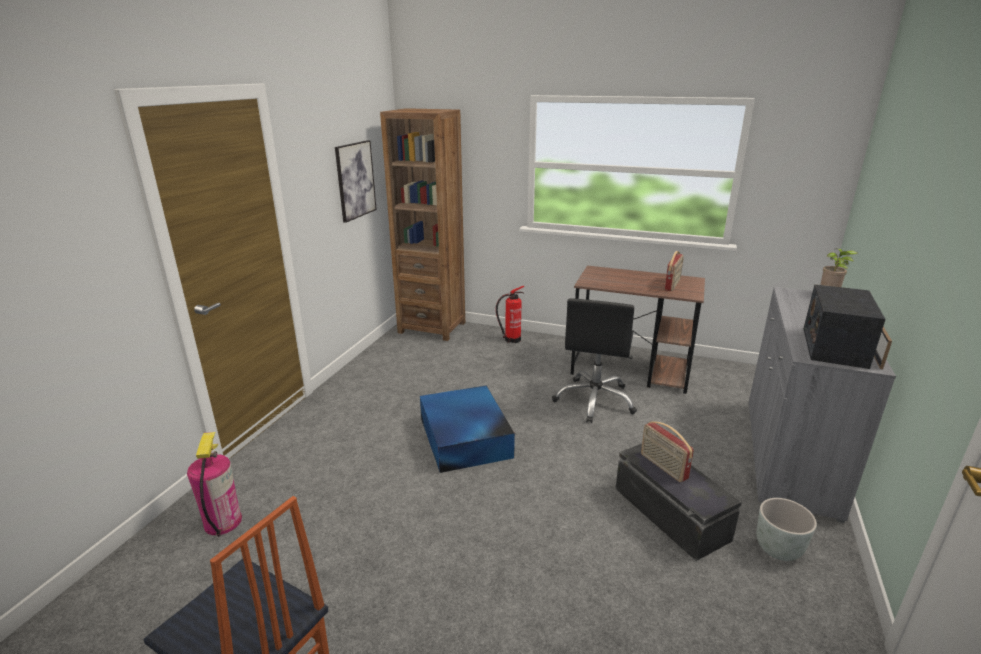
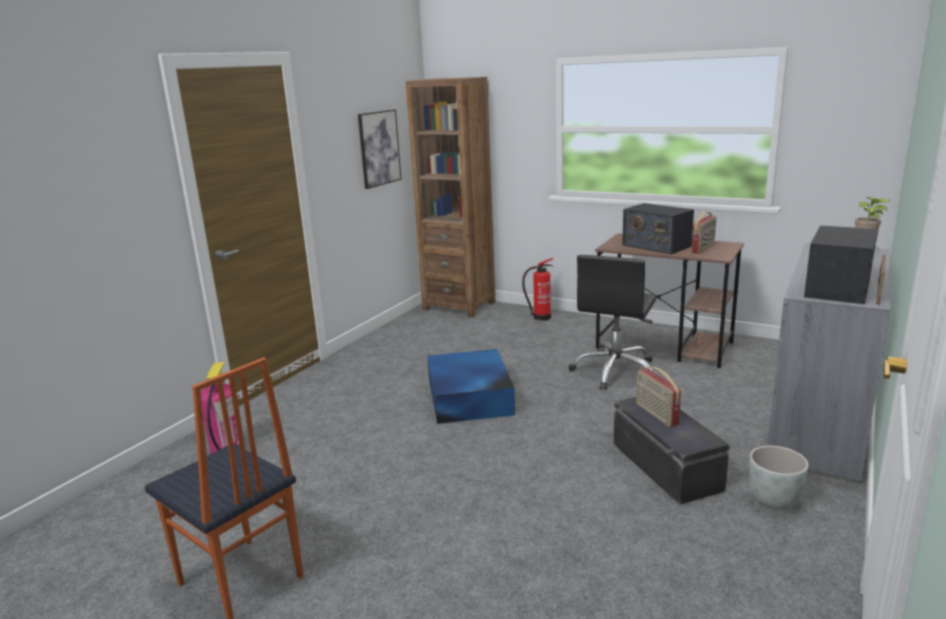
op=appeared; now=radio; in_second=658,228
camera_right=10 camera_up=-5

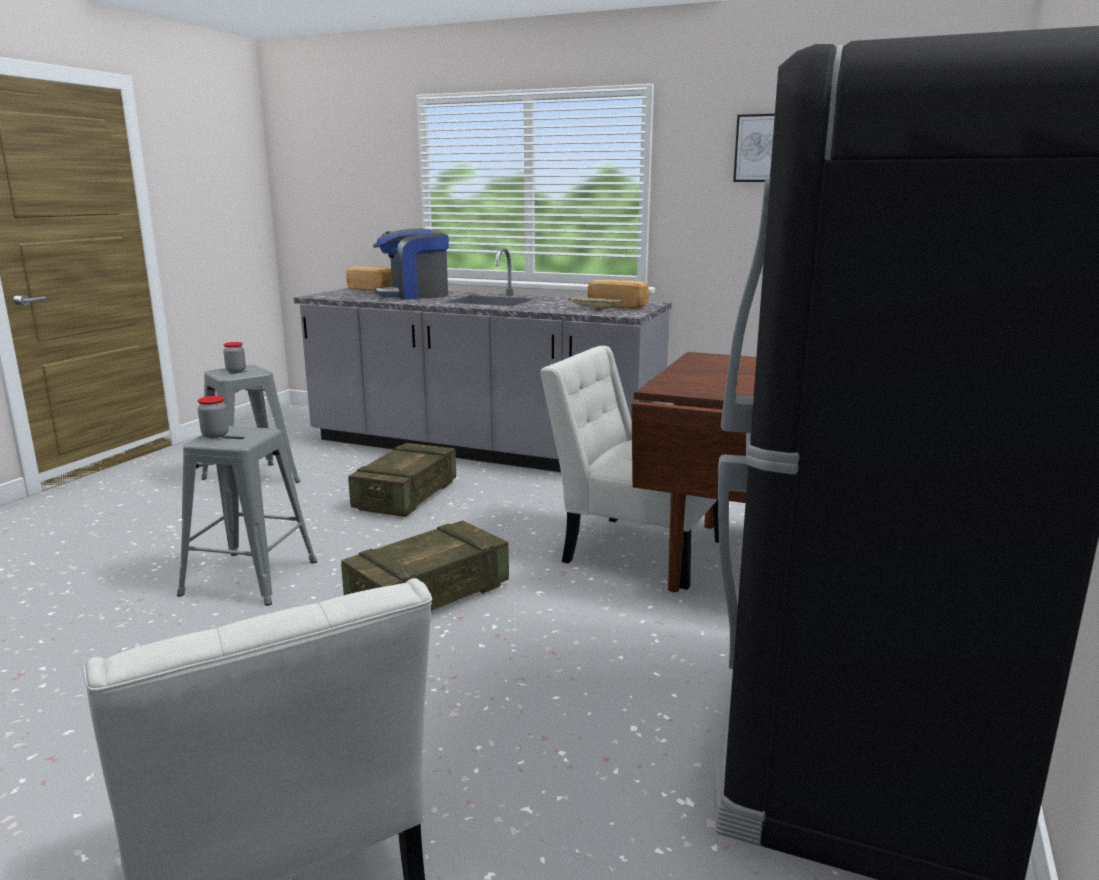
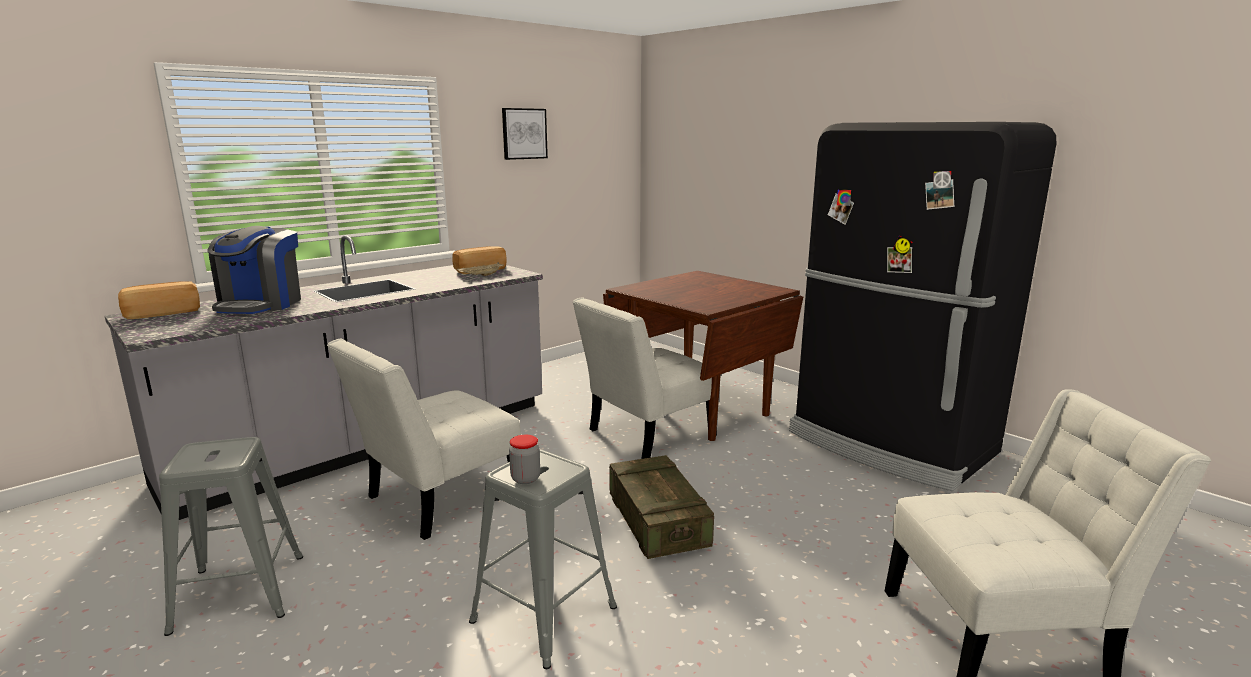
op=missing; was=jar; in_first=234,357
op=exchanged; was=crate; now=white_chair; in_first=402,480; in_second=424,439
camera_right=-65 camera_up=0

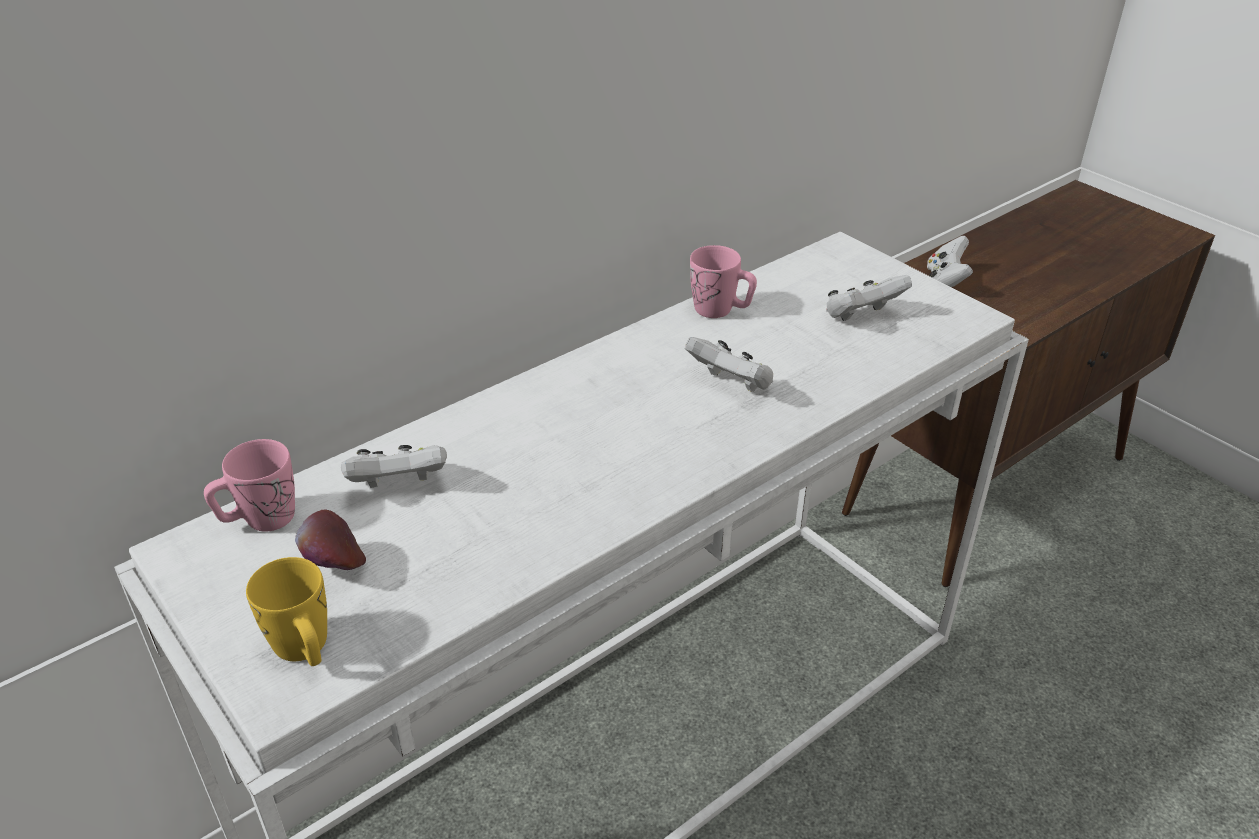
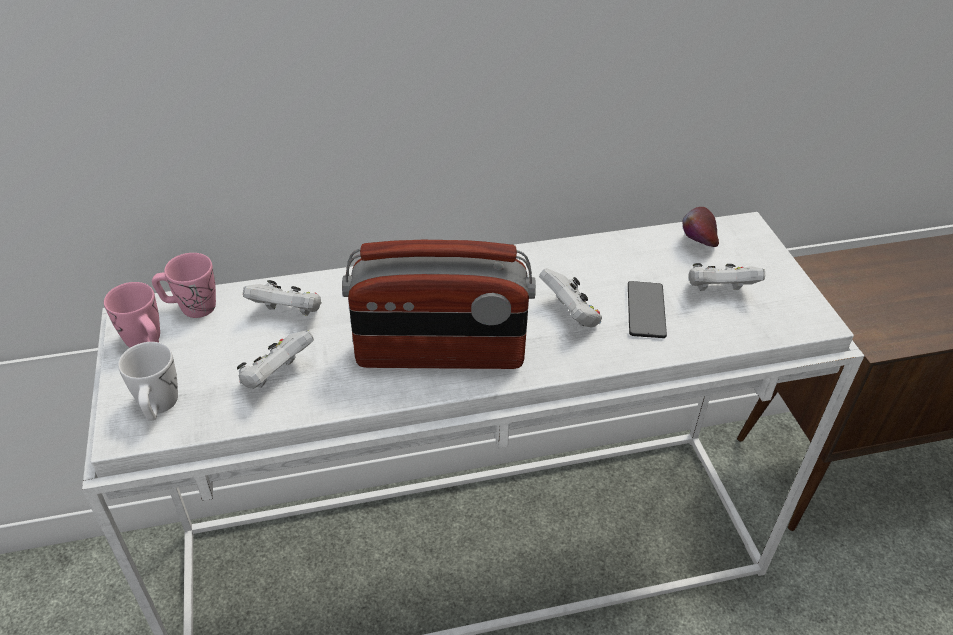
op=colour; was=yellow_mug; now=white_mug; in_first=286,611; in_second=148,381
op=relocated; was=apple; in_first=330,540; in_second=701,227
op=relocated; was=pink_mug; in_first=723,281; in_second=132,315
op=relocated; was=white_game_controller; in_first=950,261; in_second=275,359
op=appeared; now=radio; in_second=439,304
op=appeared; now=phone; in_second=647,309
camera_right=25 camera_up=5

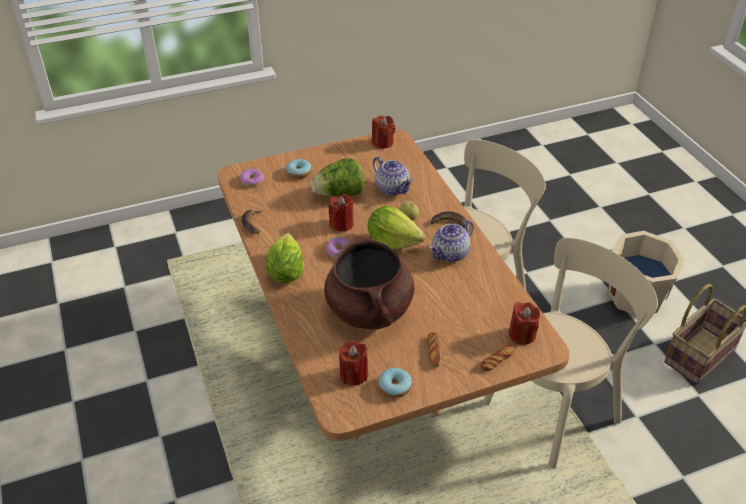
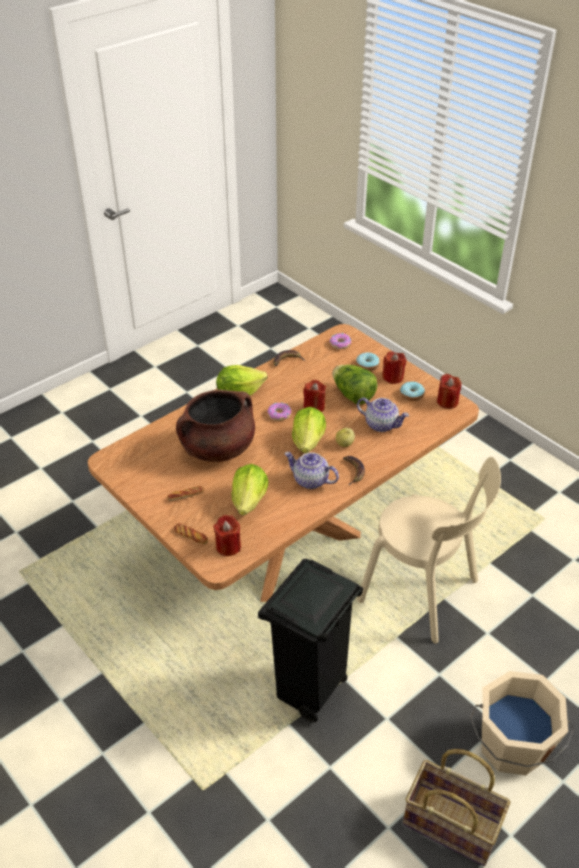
op=relocated; was=red_candle; in_first=353,363; in_second=394,367
op=spun; was=teapot; in_first=393,176; in_second=383,415; clockwise=-90
op=relocated; was=donut; in_first=395,383; in_second=412,391
op=exchanged; was=beige_chair; now=black_trash_can; in_first=570,353; in_second=310,640
op=appeared; now=lettuce; in_second=249,489
camera_right=70 camera_up=0

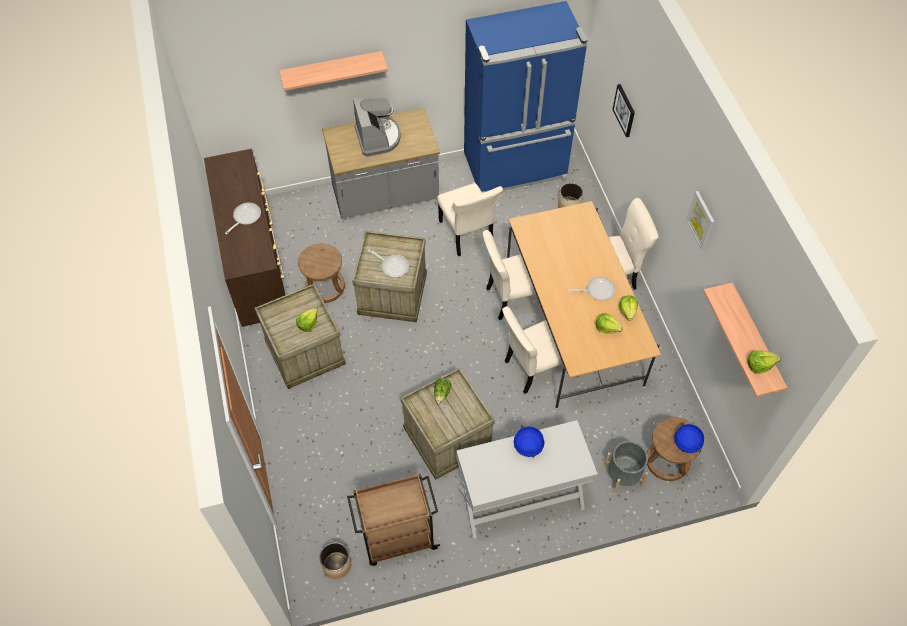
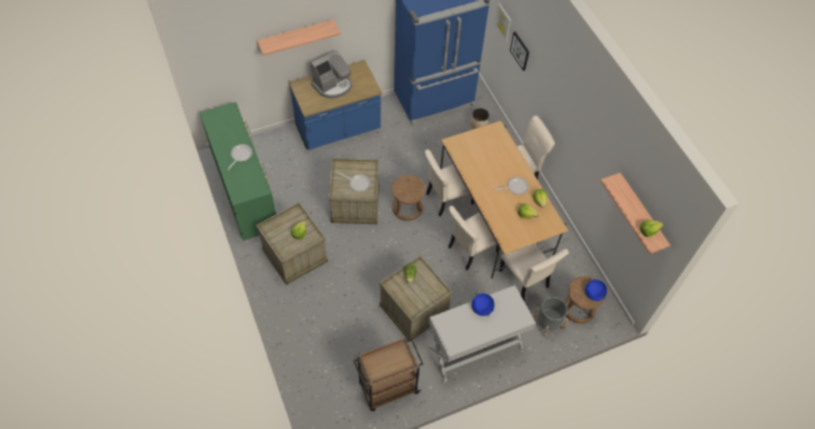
op=colour; was=brown_dresser; now=green_dresser; in_first=244,238; in_second=238,171
op=relocated; was=brown_stool; in_first=321,273; in_second=408,198
op=missing; was=planter; in_first=335,560
op=colour; was=grey_counter; now=blue_counter; in_first=381,163; in_second=335,105
op=spun; was=coffee_machine; in_first=376,127; in_second=331,74; clockwise=75
op=relocated; was=beige_chair; in_first=470,219; in_second=534,272
op=relocated; was=picture; in_first=700,220; in_second=502,22
camera_right=-10 camera_up=0

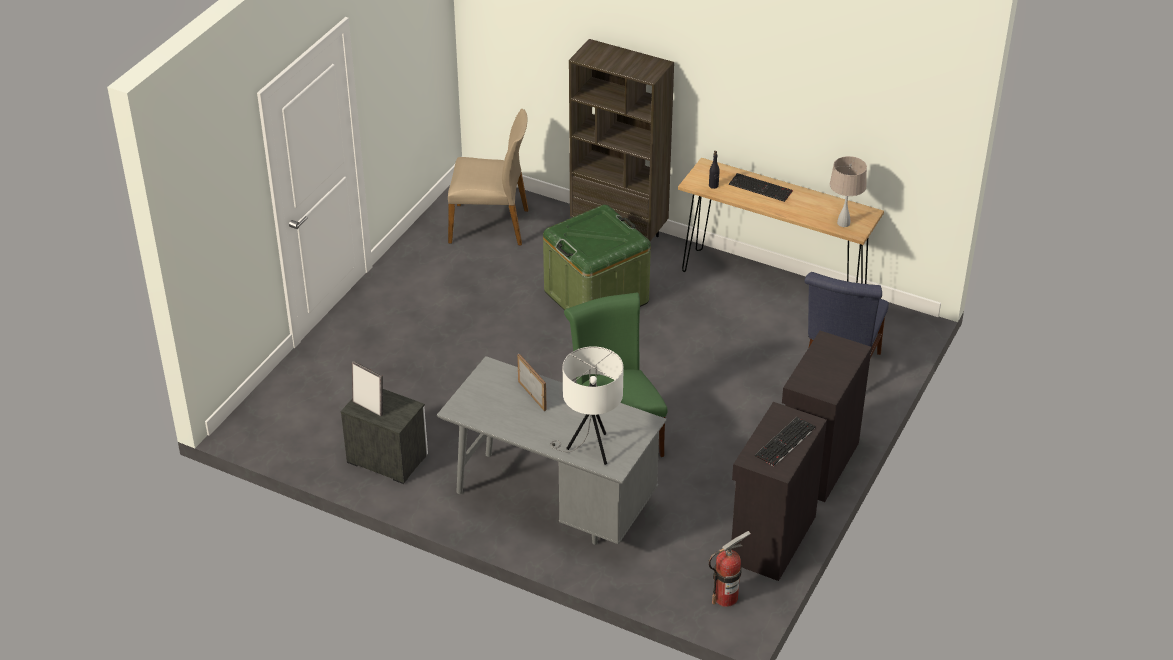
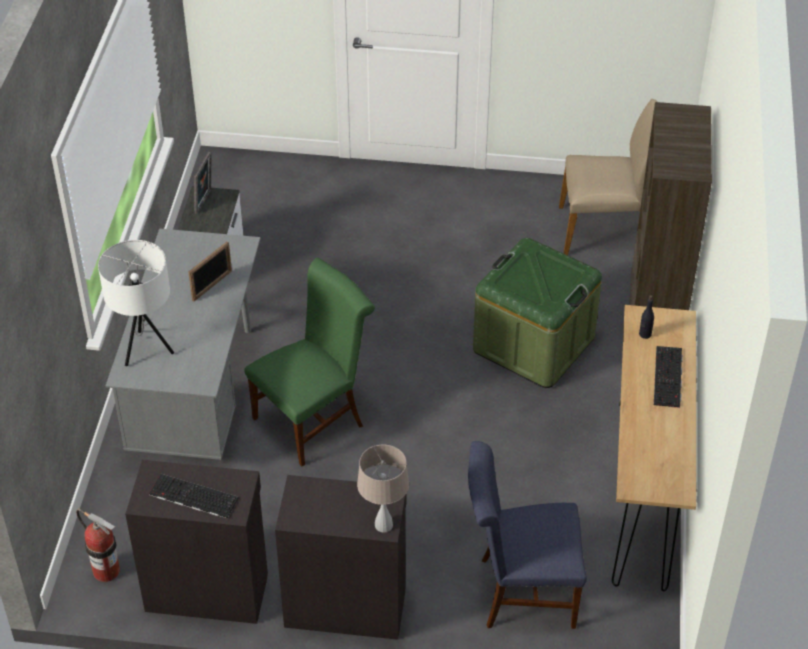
op=spun; was=beige_chair; in_first=488,177; in_second=608,177; clockwise=-75
op=relocated; was=beige_table_lamp; in_first=848,191; in_second=383,489
camera_right=70 camera_up=5

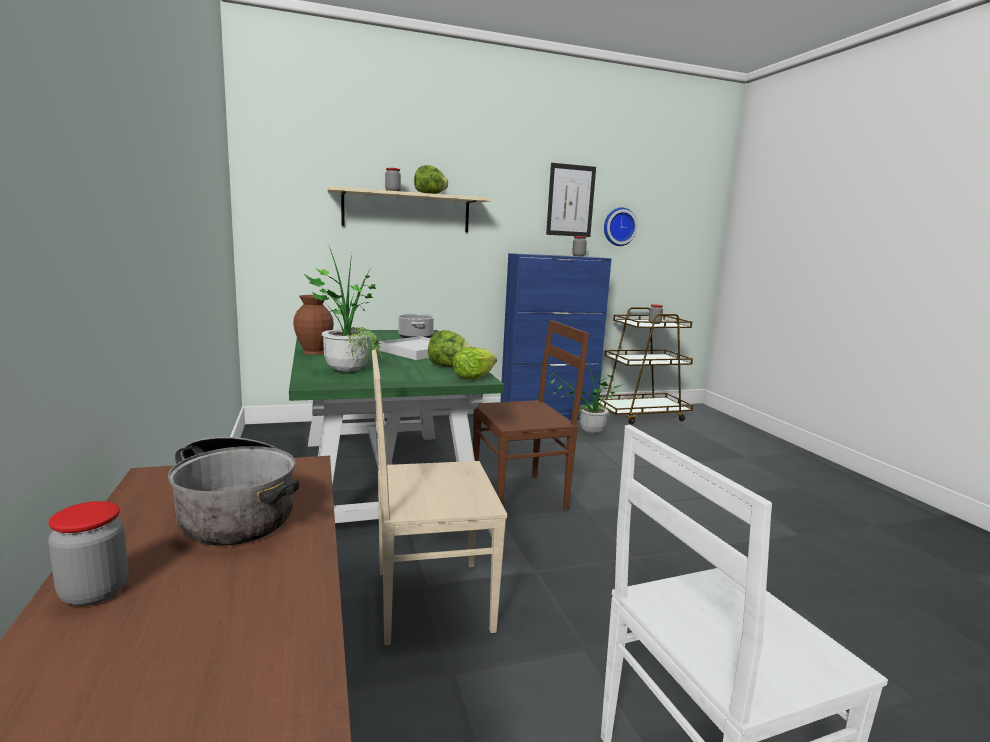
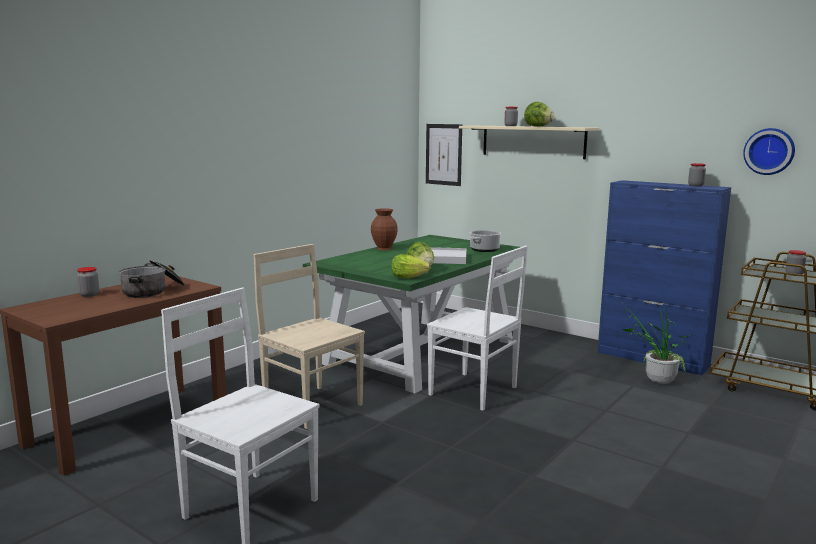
op=missing; was=potted_plant; in_first=343,309
op=colour; was=brown_chair; now=white_chair; in_first=531,415; in_second=477,328
op=relocated; was=picture; in_first=571,200; in_second=444,155
camera_right=55 camera_up=0

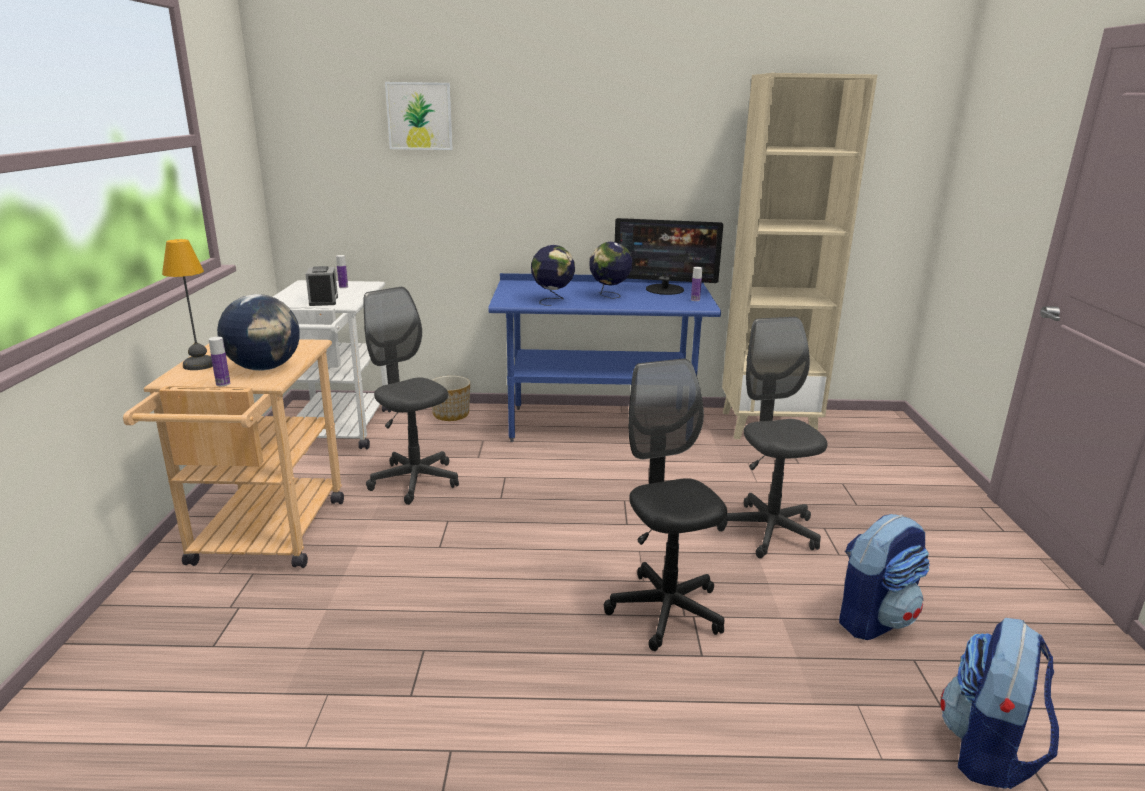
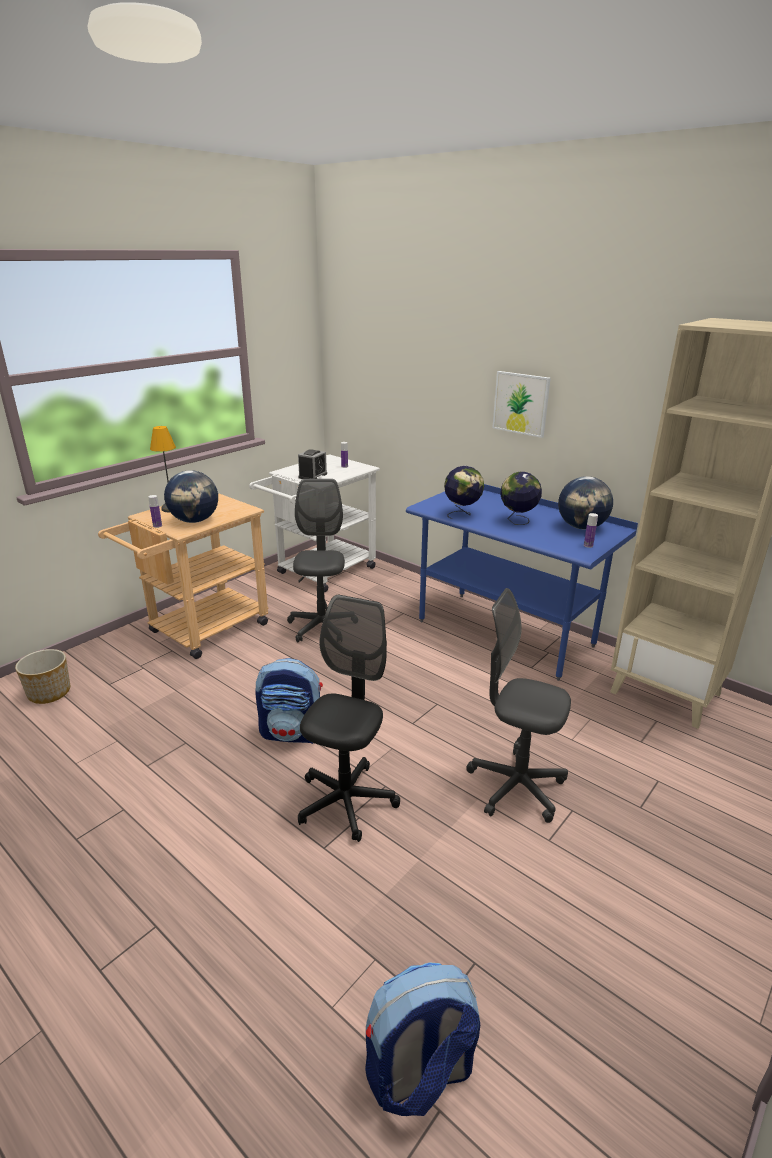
op=relocated; was=picture; in_first=419,116; in_second=521,404
op=relocated; was=planter; in_first=451,398; in_second=42,676
op=exchanged; was=monitor; now=globe; in_first=669,256; in_second=585,502
op=spun; was=grey_office_chair; in_first=772,438; in_second=518,705; clockwise=-90
op=relocated; was=backpack; in_first=884,577; in_second=289,701
camera_right=40 camera_up=5

